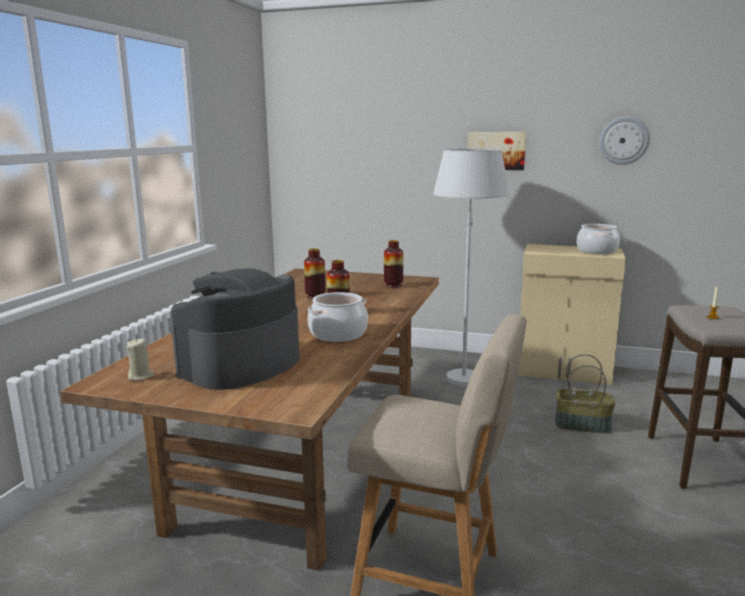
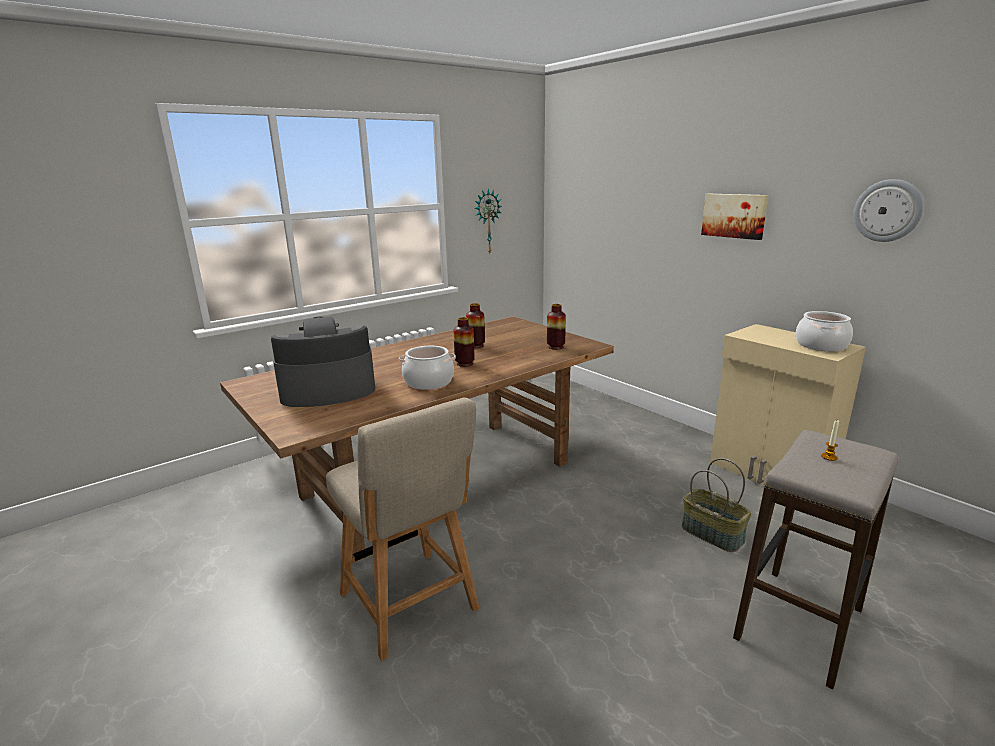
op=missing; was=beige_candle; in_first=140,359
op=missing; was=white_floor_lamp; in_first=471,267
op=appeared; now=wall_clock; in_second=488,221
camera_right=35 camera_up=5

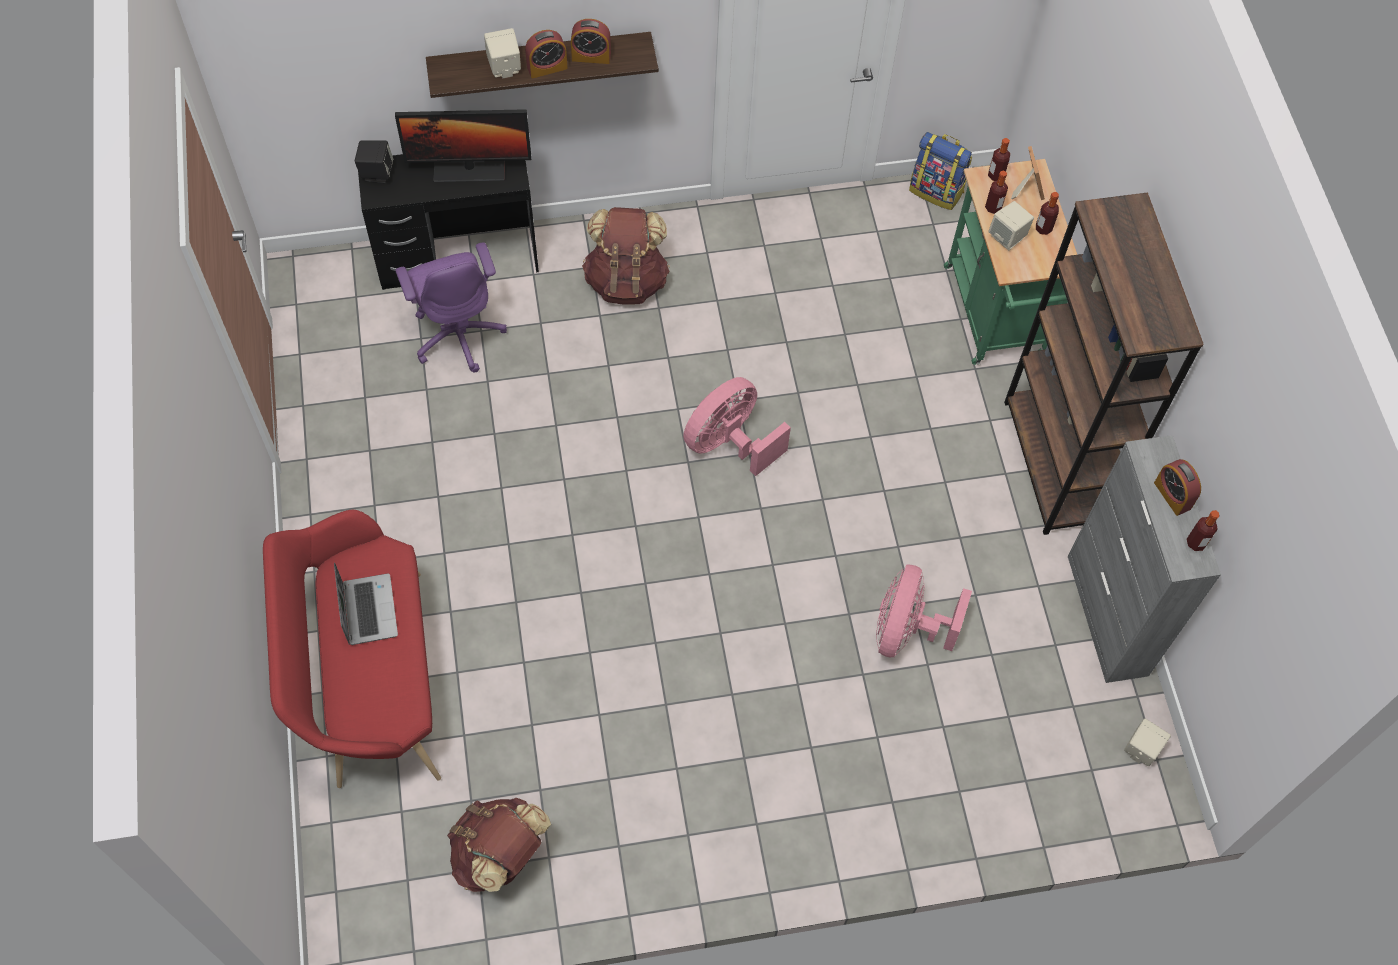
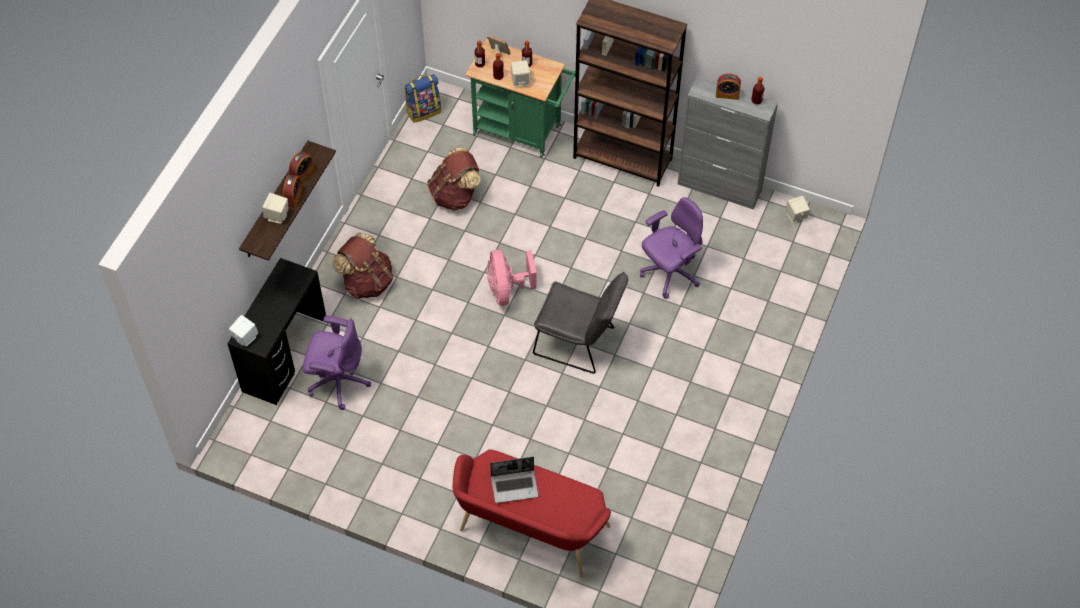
op=spun; was=laptop; in_first=366,604; in_second=514,480; clockwise=150
op=colour; was=black_speaker; now=white_speaker; in_first=374,161; in_second=243,330
op=missing; was=monitor; in_first=463,145
op=relocated; was=brown_backpack; in_first=499,845; in_second=454,179
op=exchanged; was=pink_fan; now=purple_office_chair; in_first=924,610; in_second=671,248
op=appeared; now=grey_chair; in_second=580,322
camera_right=-55 camera_up=-5

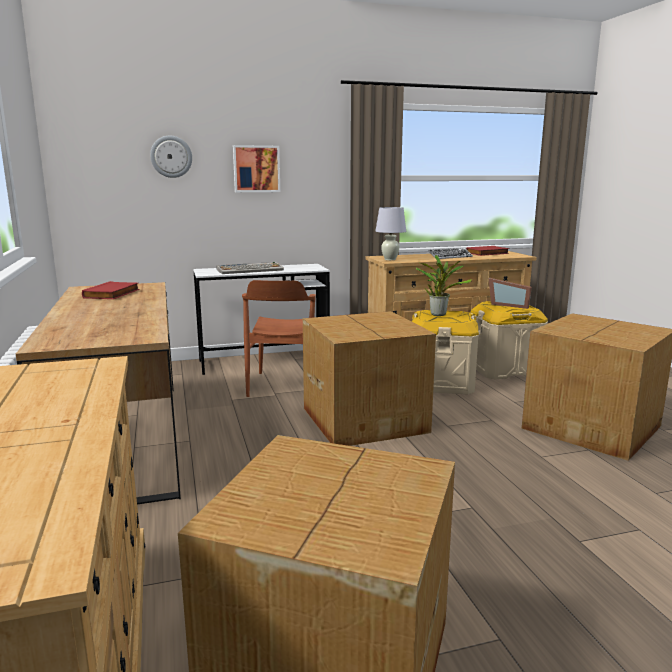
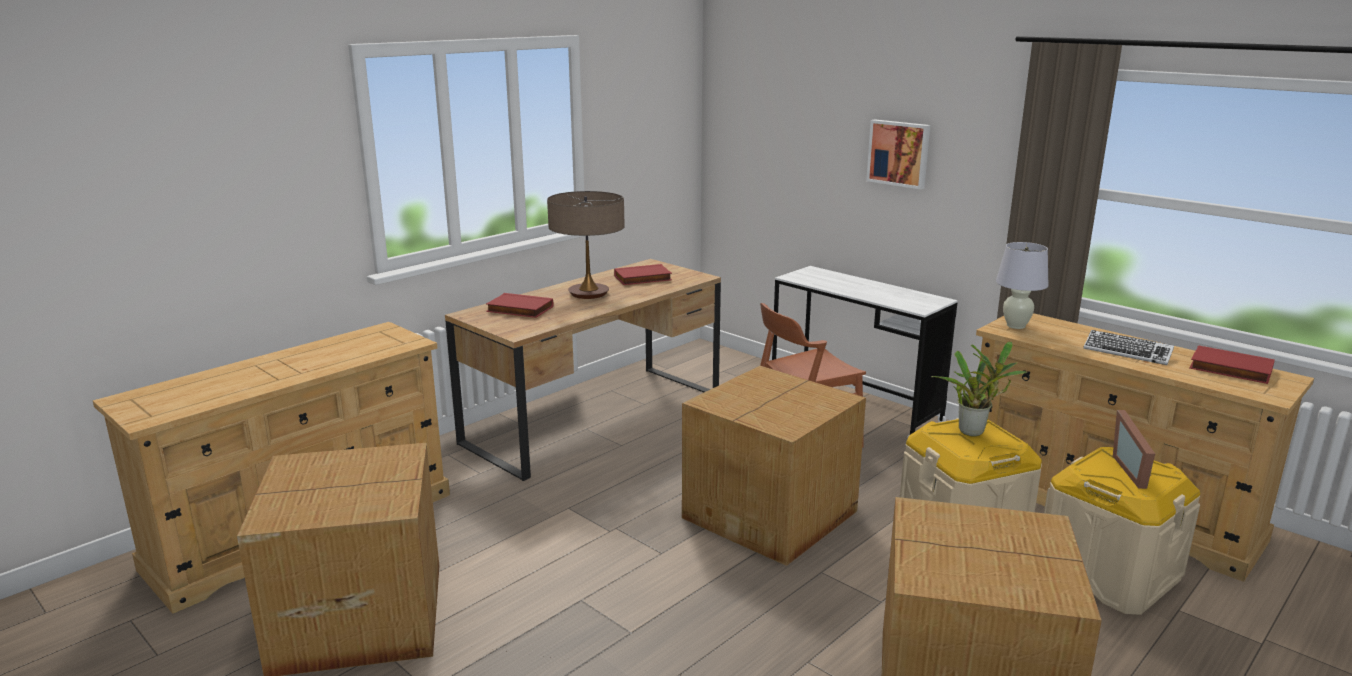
op=missing; was=wall_clock; in_first=171,156
op=missing; was=keyboard; in_first=250,268
op=appeared; now=red_book; in_second=519,305
op=appeared; now=table_lamp; in_second=586,245
camera_right=60 camera_up=5

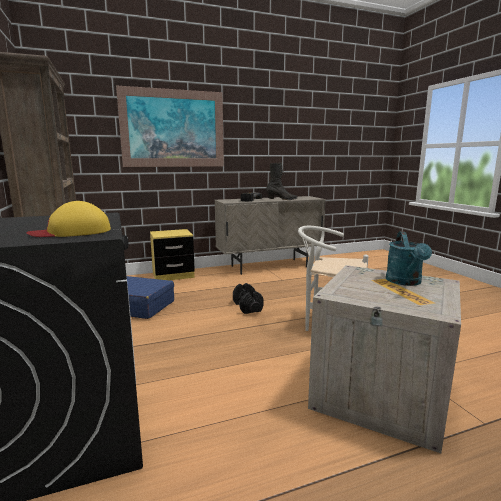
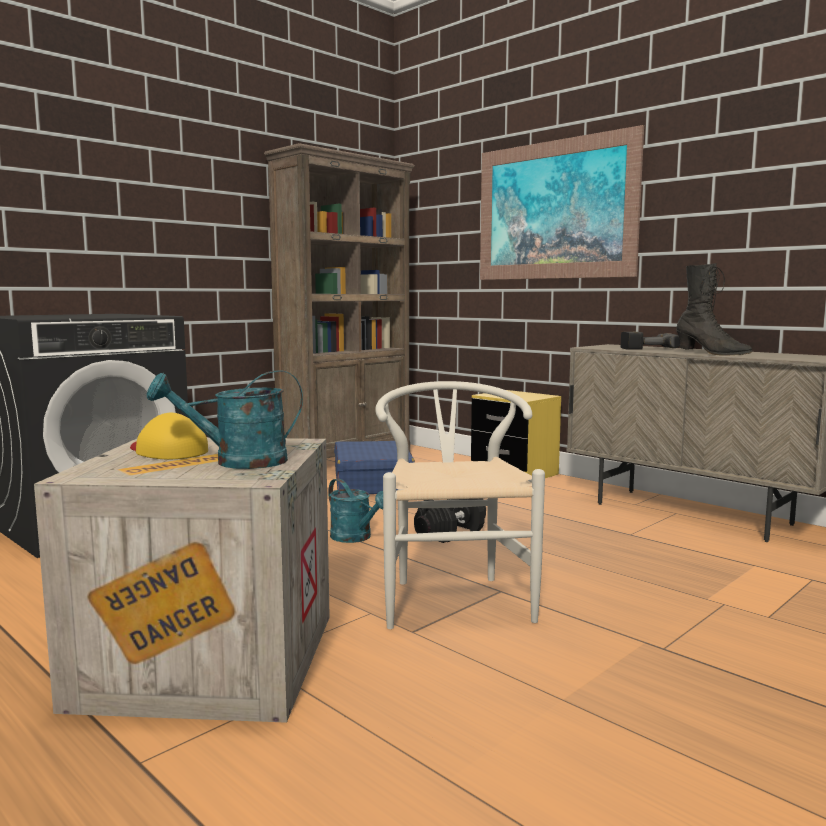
op=relocated; was=yellow_cap; in_first=68,219; in_second=169,436
op=appeared; now=turquoise_watering_can; in_second=355,510
camera_right=65 camera_up=-5

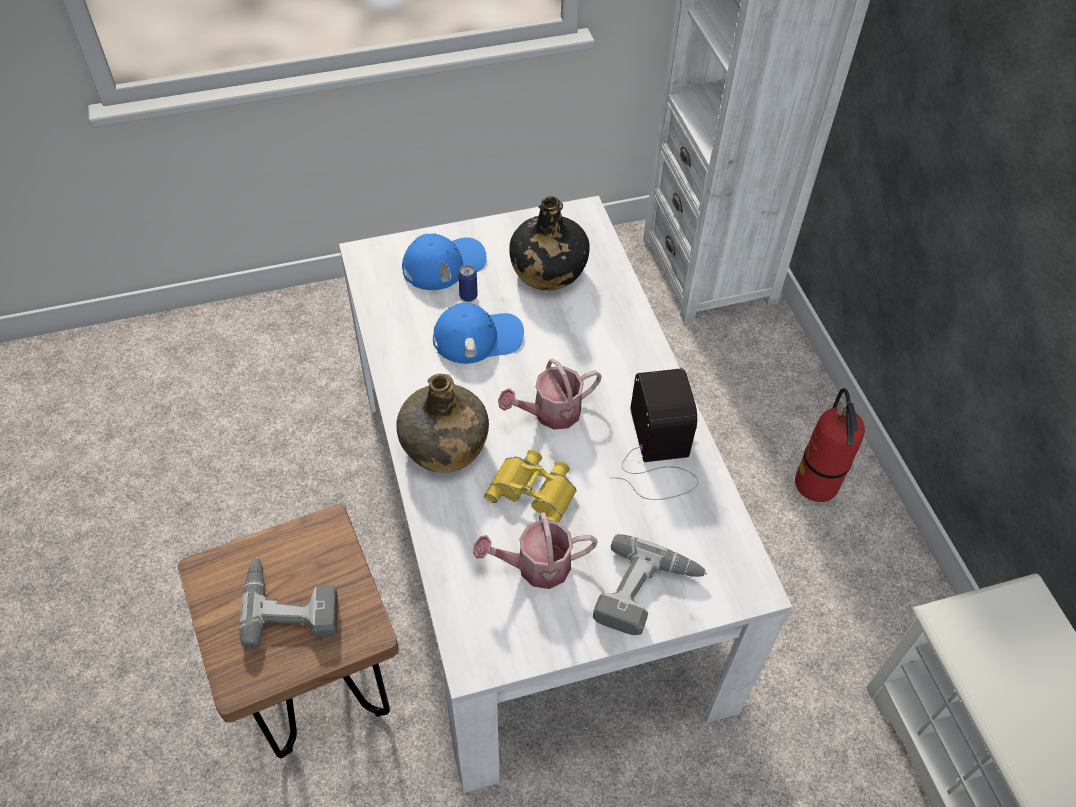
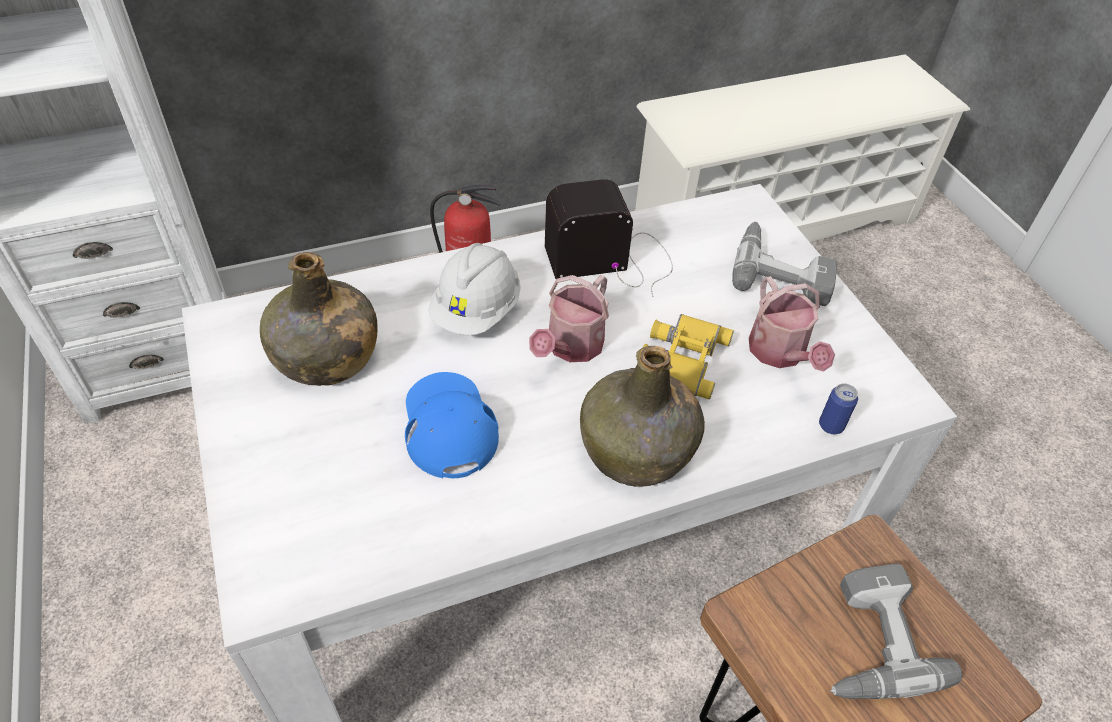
op=missing; was=blue_cap; in_first=444,262
op=relocated; was=can; in_first=468,283; in_second=838,408
op=spun; was=watering_can; in_first=550,394; in_second=569,318; clockwise=60
op=colour; was=black_bottle; now=green_bottle; in_first=549,243; in_second=319,319
op=appeared; now=white_hard_hat; in_second=474,289
camera_right=-95 camera_up=-5

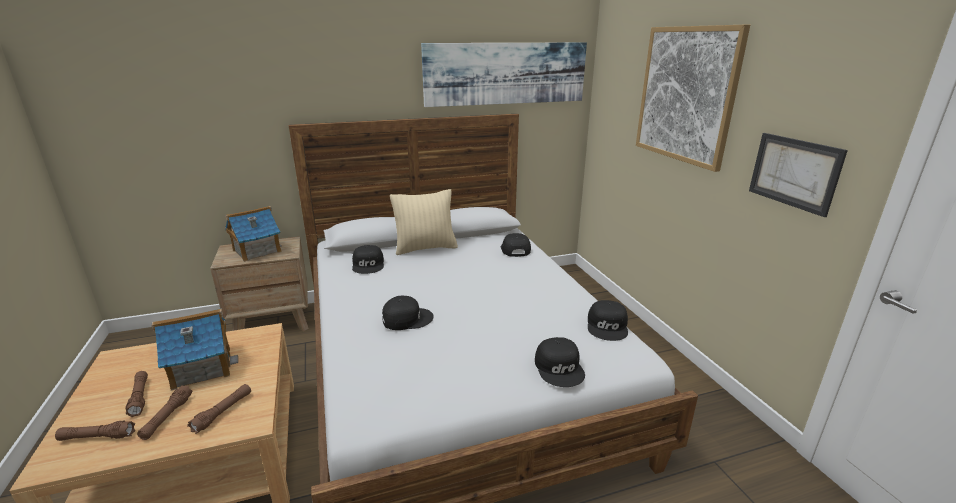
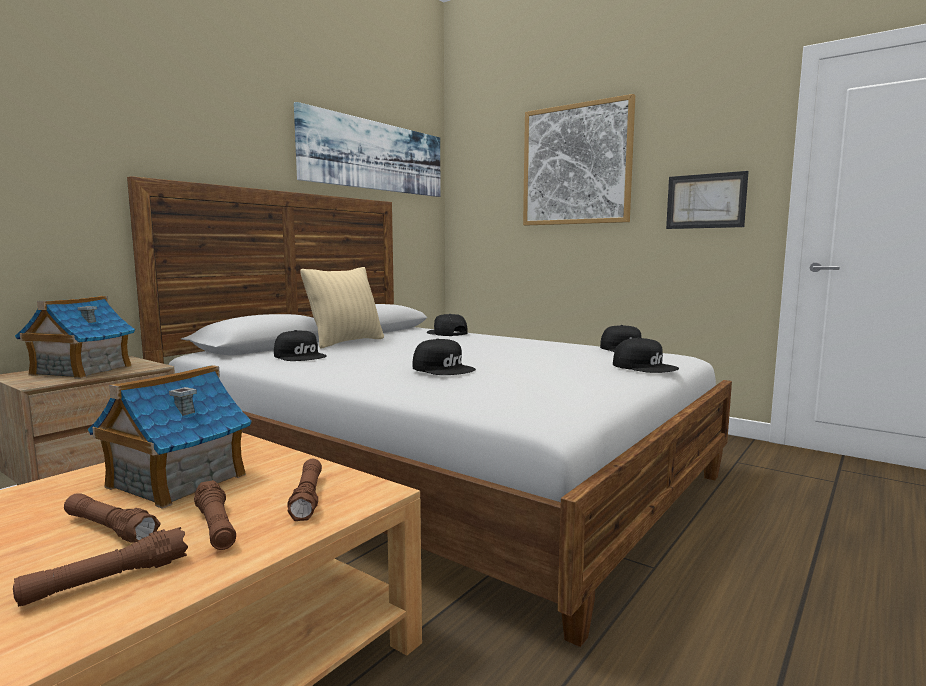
op=spun; was=black_cap; in_first=408,313; in_second=444,357; clockwise=90
camera_right=-35 camera_up=-15

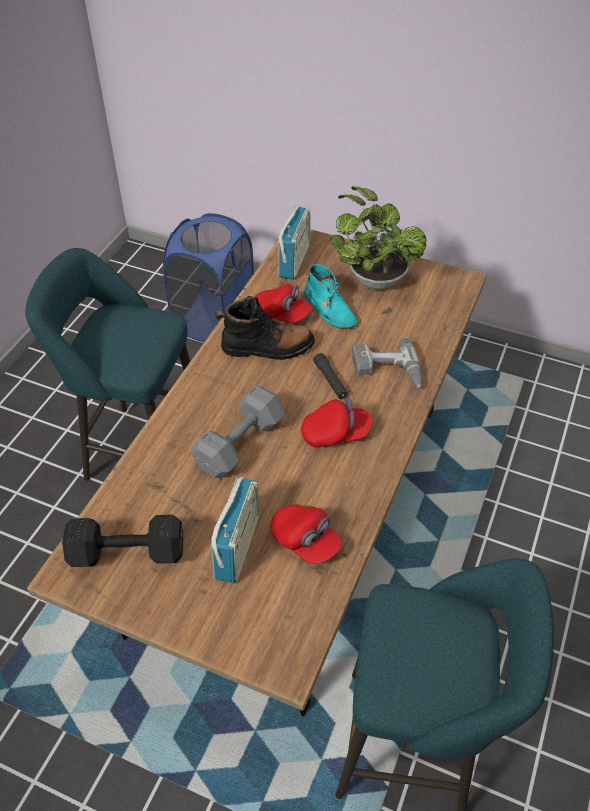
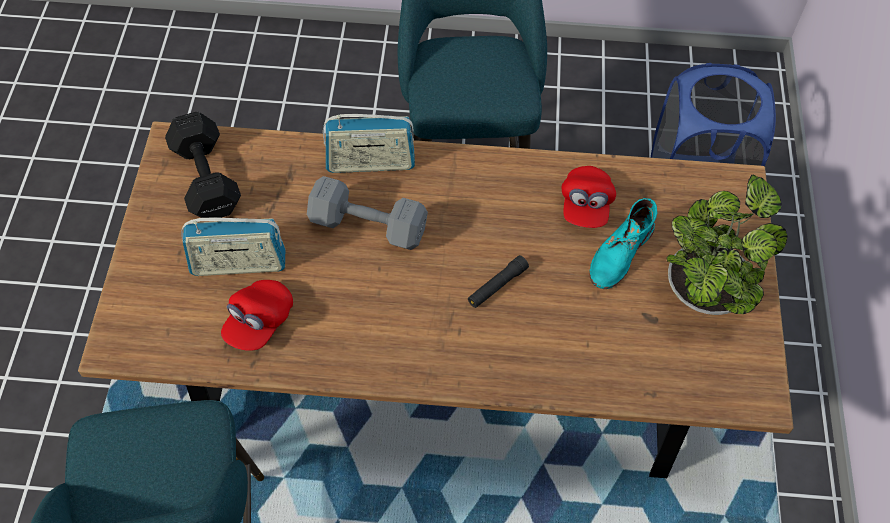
op=missing; was=black_boot; in_first=265,328
op=relocated; was=radio; in_first=294,243; in_second=369,143
op=missing; was=red_cap; in_first=336,422
op=missing; was=power_drill; in_first=387,363
camera_right=70 camera_up=10

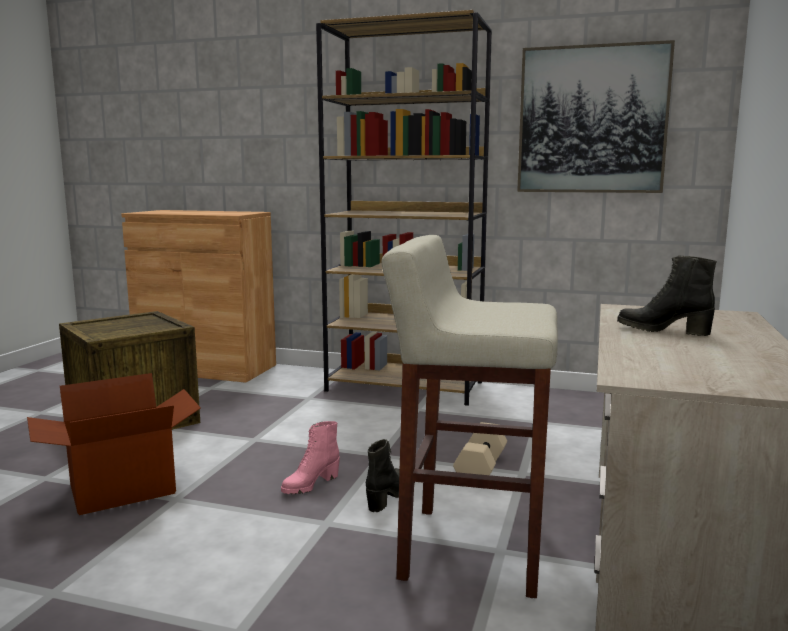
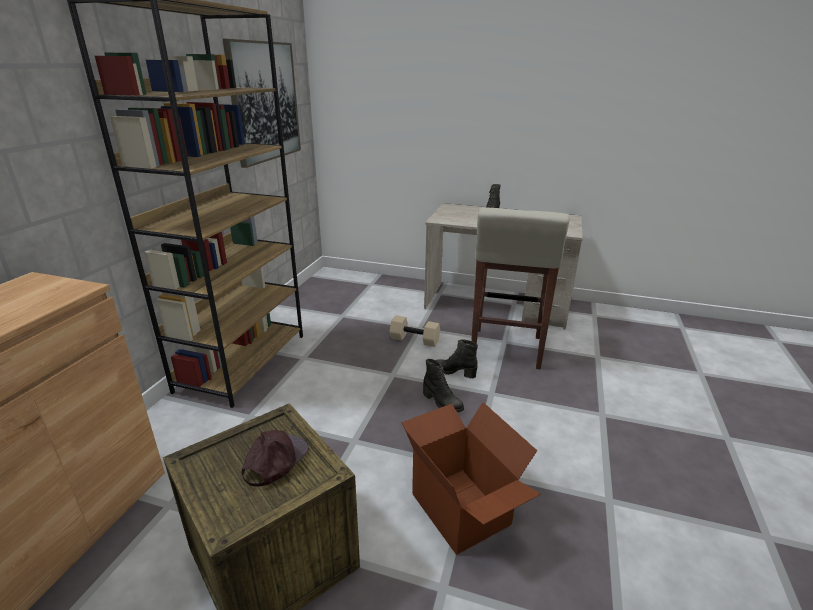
op=colour; was=pink_boot; now=black_boot; in_first=310,457; in_second=443,385
op=appeared; now=brown_cap; in_second=275,458
camera_right=-90 camera_up=15

